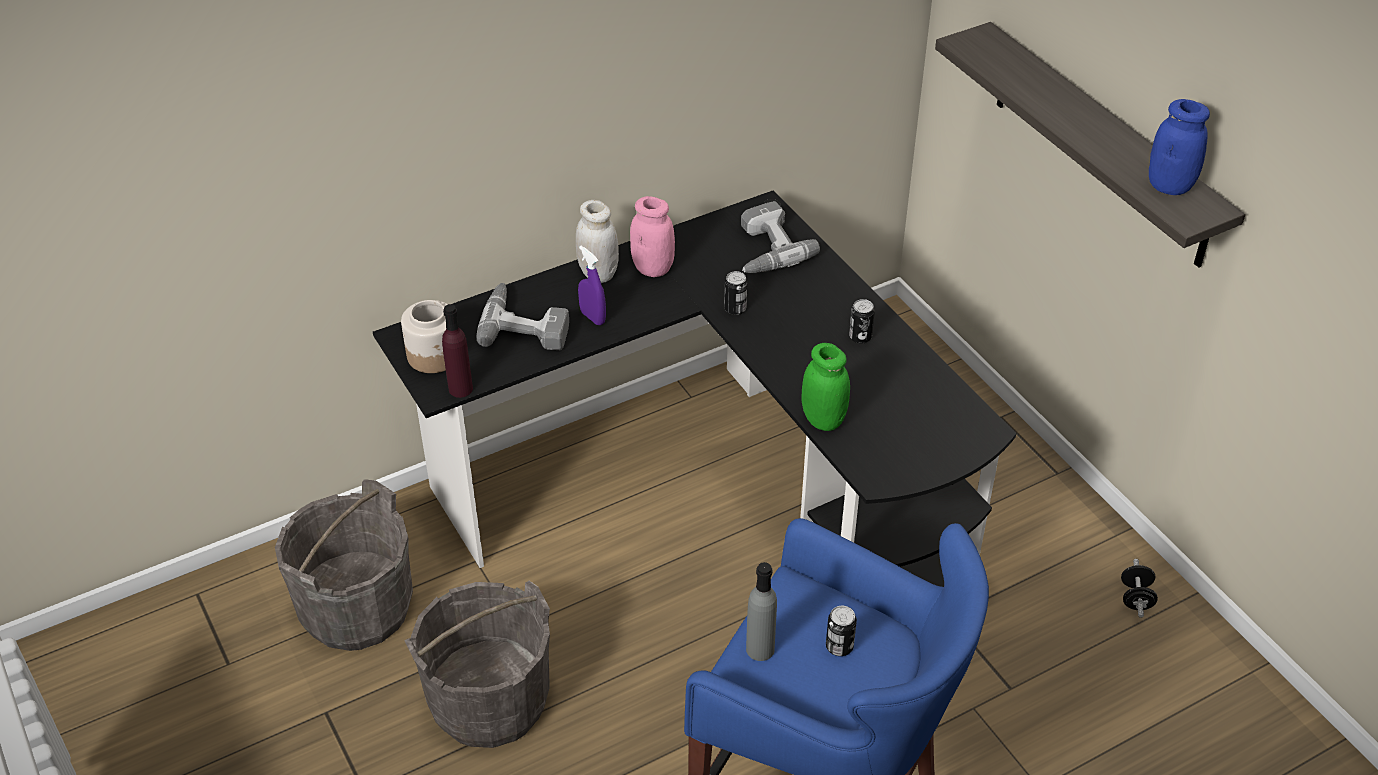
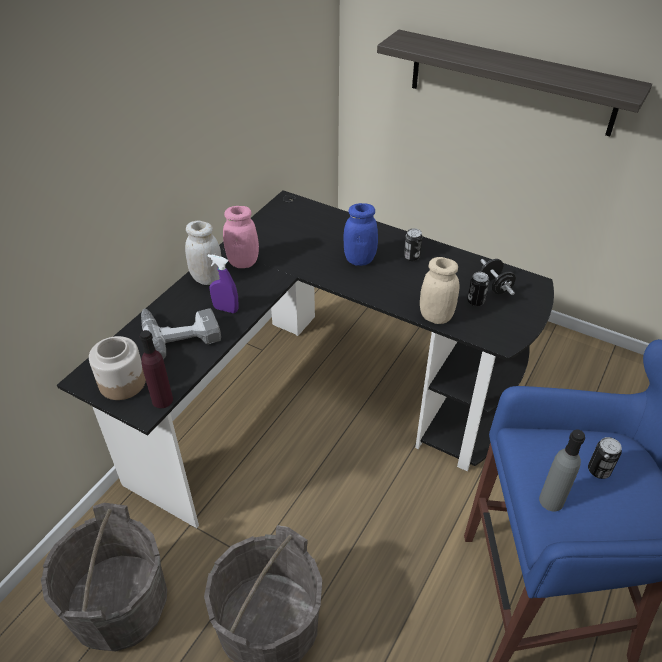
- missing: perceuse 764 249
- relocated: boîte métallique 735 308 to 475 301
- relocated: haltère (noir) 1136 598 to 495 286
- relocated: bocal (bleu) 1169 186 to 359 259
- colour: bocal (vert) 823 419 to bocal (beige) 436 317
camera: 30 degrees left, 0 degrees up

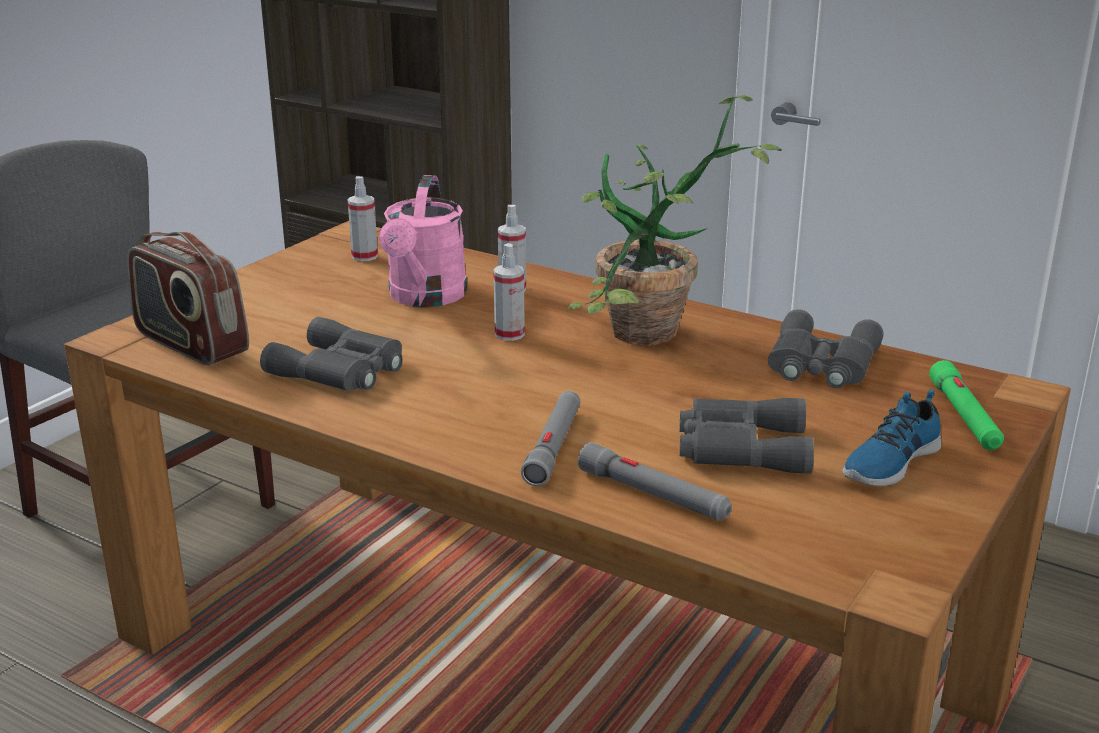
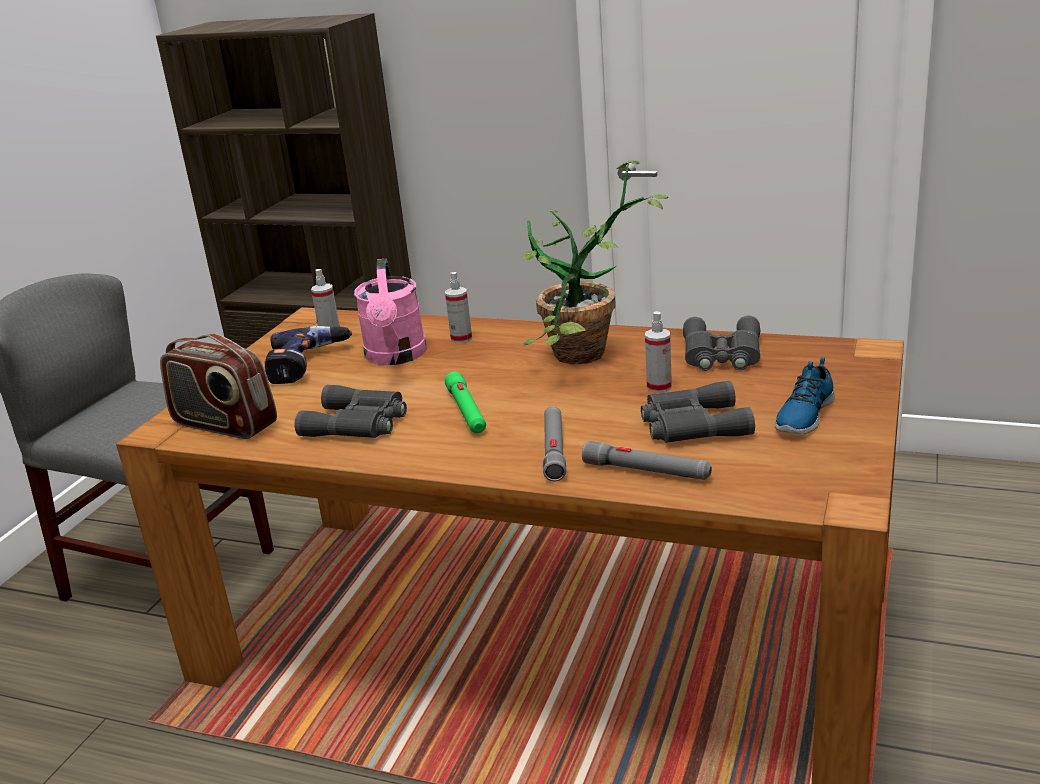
- appeared: perceuse 308 365
- relocated: vaporisateur 509 334 to 659 387
- relocated: lampe de poche (vert) 964 417 to 466 411
camera: 10 degrees left, 0 degrees up

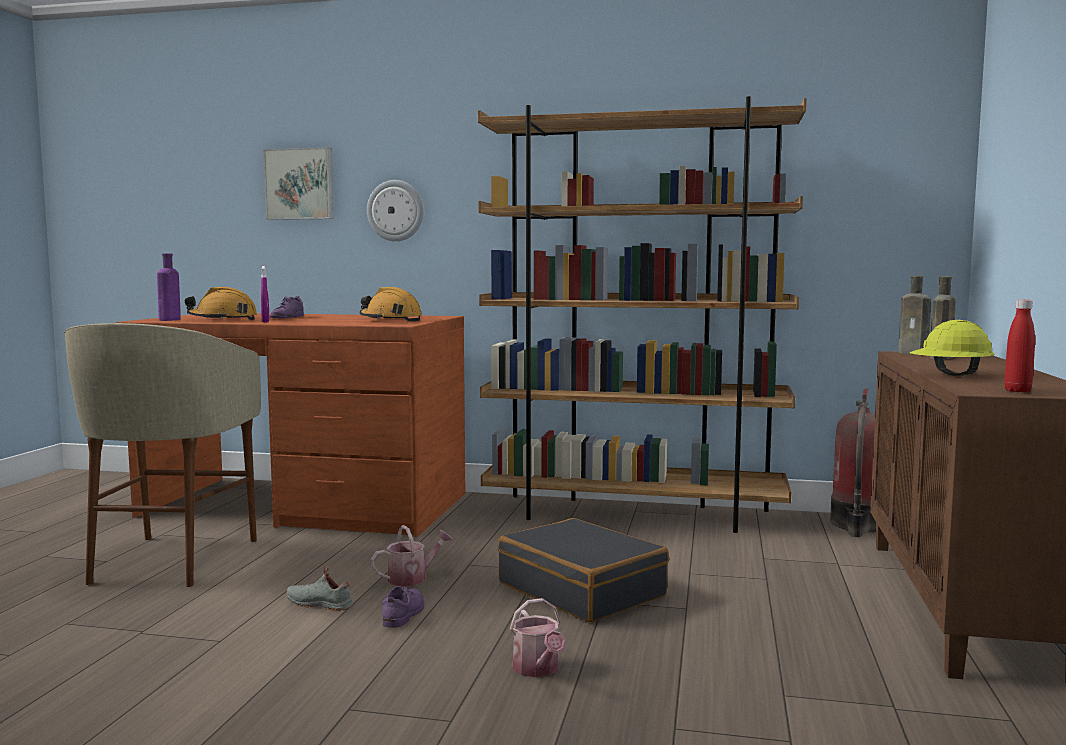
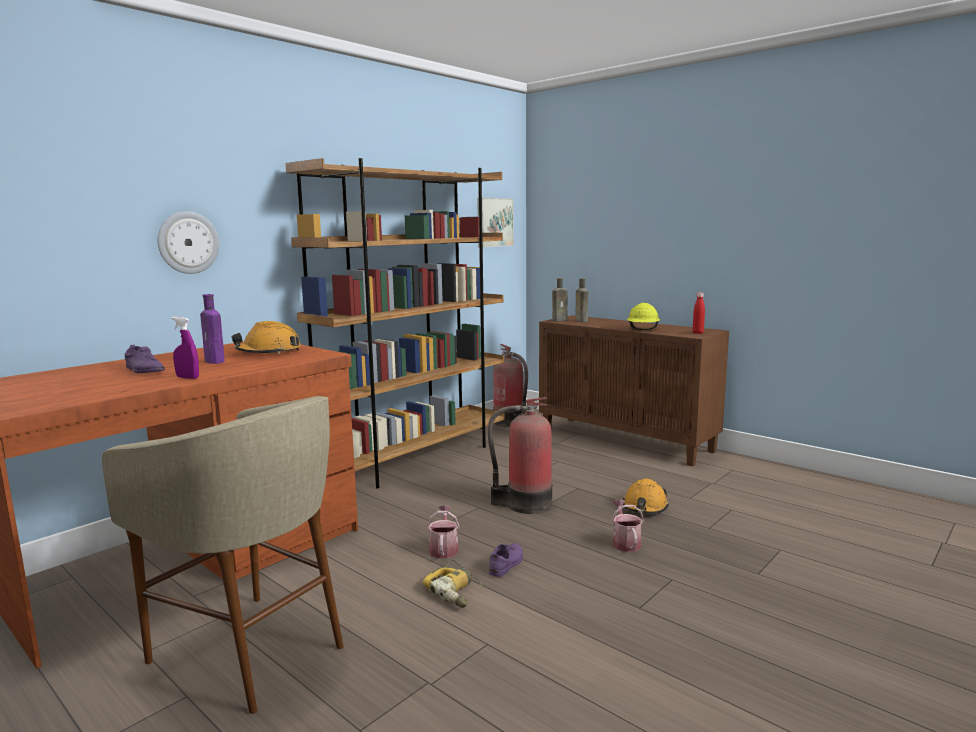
- relocated: bouteille (violet) 168 320 to 215 361
- relocated: casque de chantier (orange) 223 320 to 645 507
- relocated: tableau 300 184 to 493 222
- exchanged: chaussure (gris) 320 604 to perceuse 455 591
- exchanged: valise (noir) 582 590 to extincteur 525 504
- spun: chaussure (violet) 404 613 = 506 563 75 degrees clockwise
- spun: arrosoir 538 669 = 625 542 105 degrees counterclockwise
camera: 60 degrees left, 5 degrees up

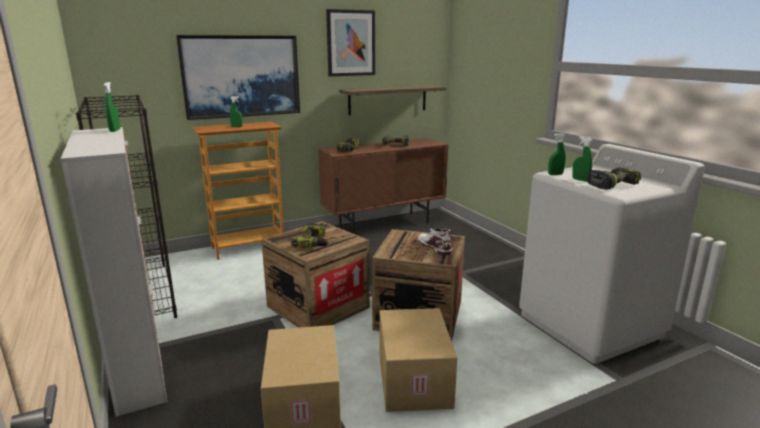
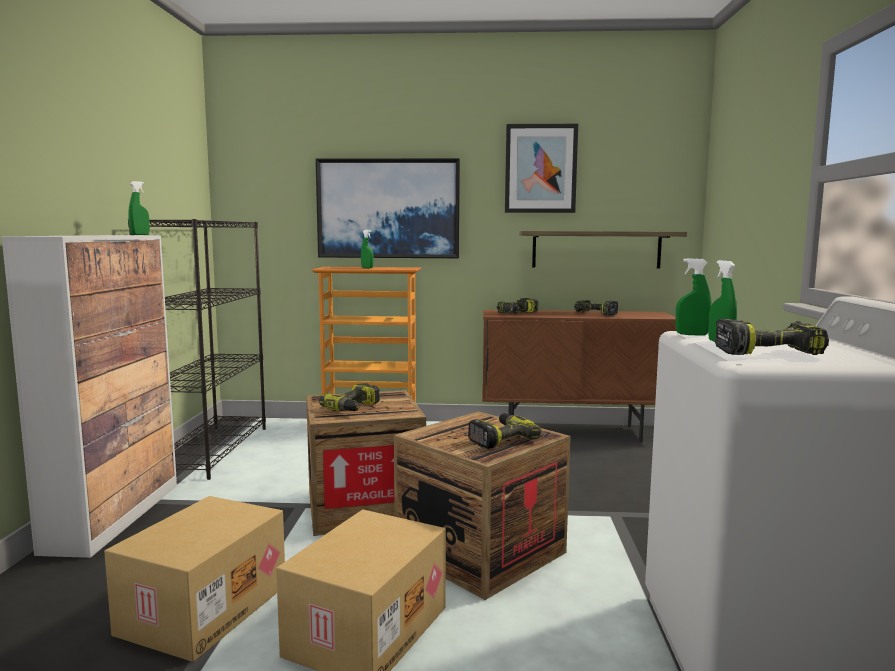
- exchanged: botte (blanc) 434 246 to perceuse 500 439
camera: 30 degrees right, 10 degrees down

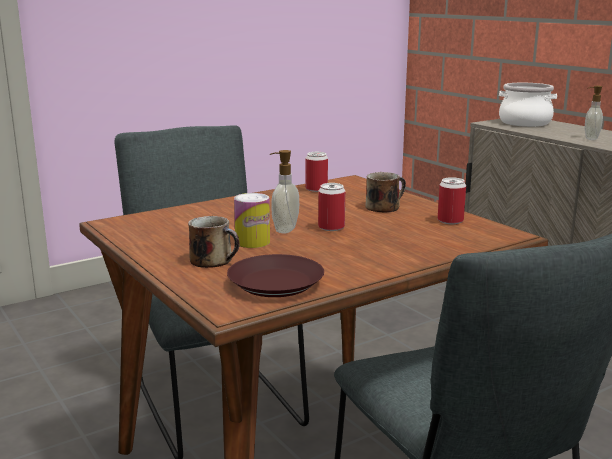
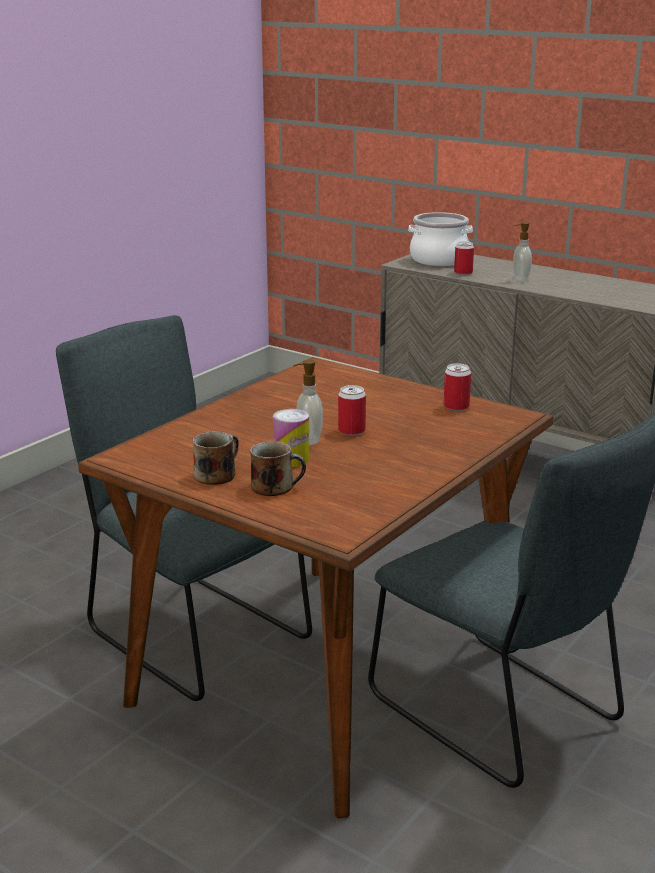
- missing: assiette (marron) 276 283
- relocated: boîte métallique 316 189 to 463 273
- relocated: mug 384 207 to 216 474
camera: 20 degrees left, 5 degrees up

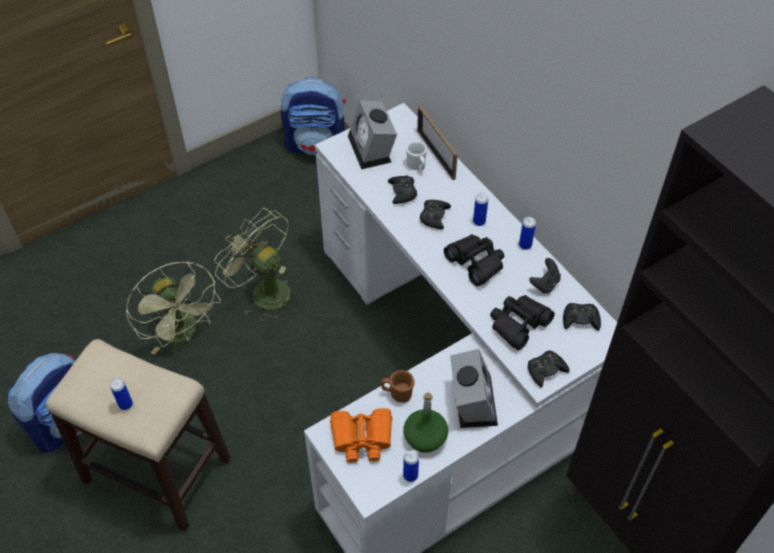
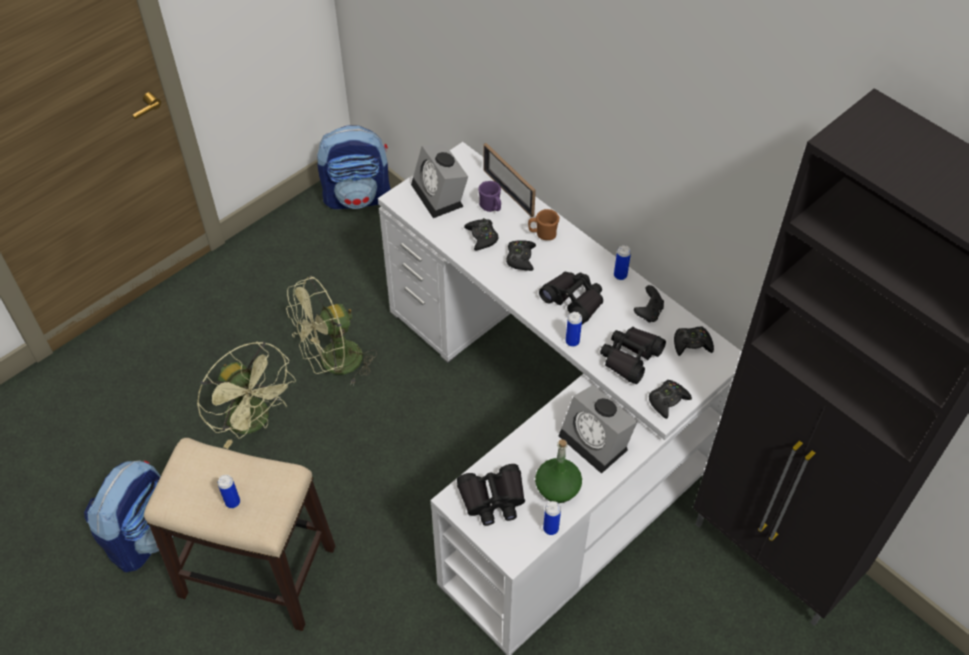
- relocated: mug (marron) 397 393 to 543 234
- relocated: boîte métallique 479 221 to 572 341
- colour: jumelles (orange) 362 438 to jumelles (noir) 492 499
- colour: mug (blanc) 417 166 to mug (violet) 491 207
- spun: ventilateur (vert) 263 291 = 333 363 60 degrees counterclockwise
- spun: réveil 471 399 = 597 442 150 degrees clockwise
camera: 10 degrees left, 0 degrees up

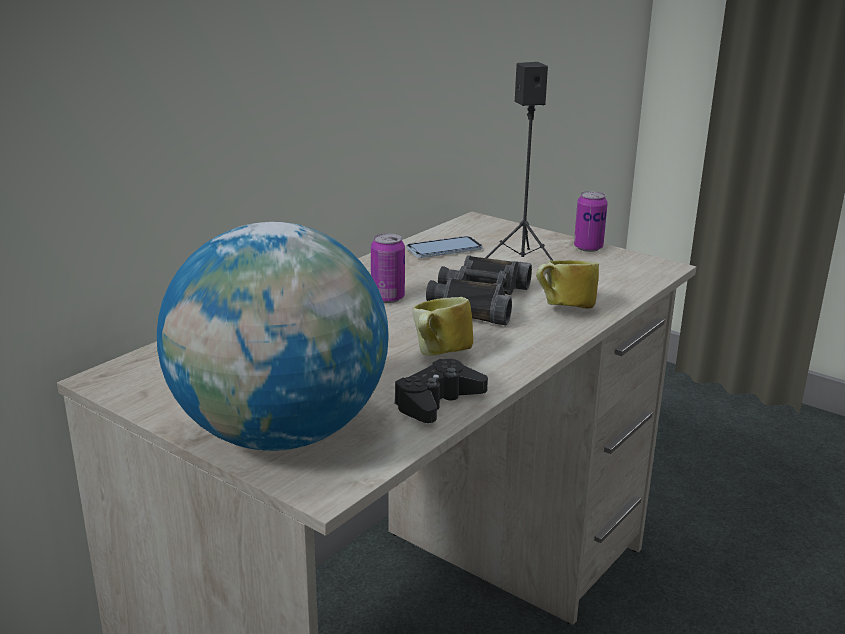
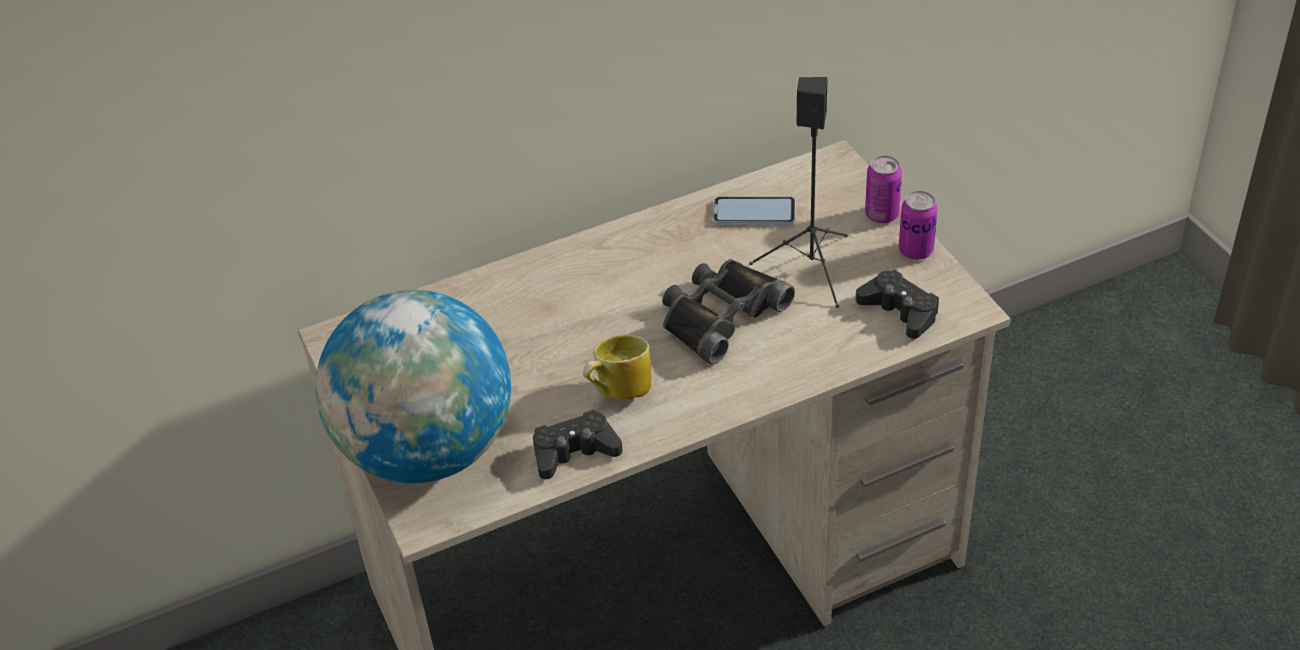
- missing: mug 563 310
- appeared: manette (noir) 900 311
- relocated: boîte métallique 388 298 to 881 214
camera: 30 degrees right, 20 degrees up

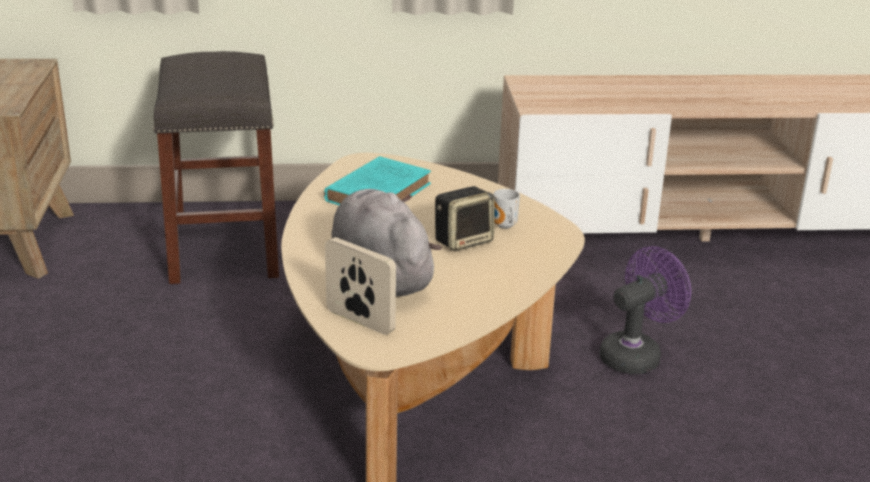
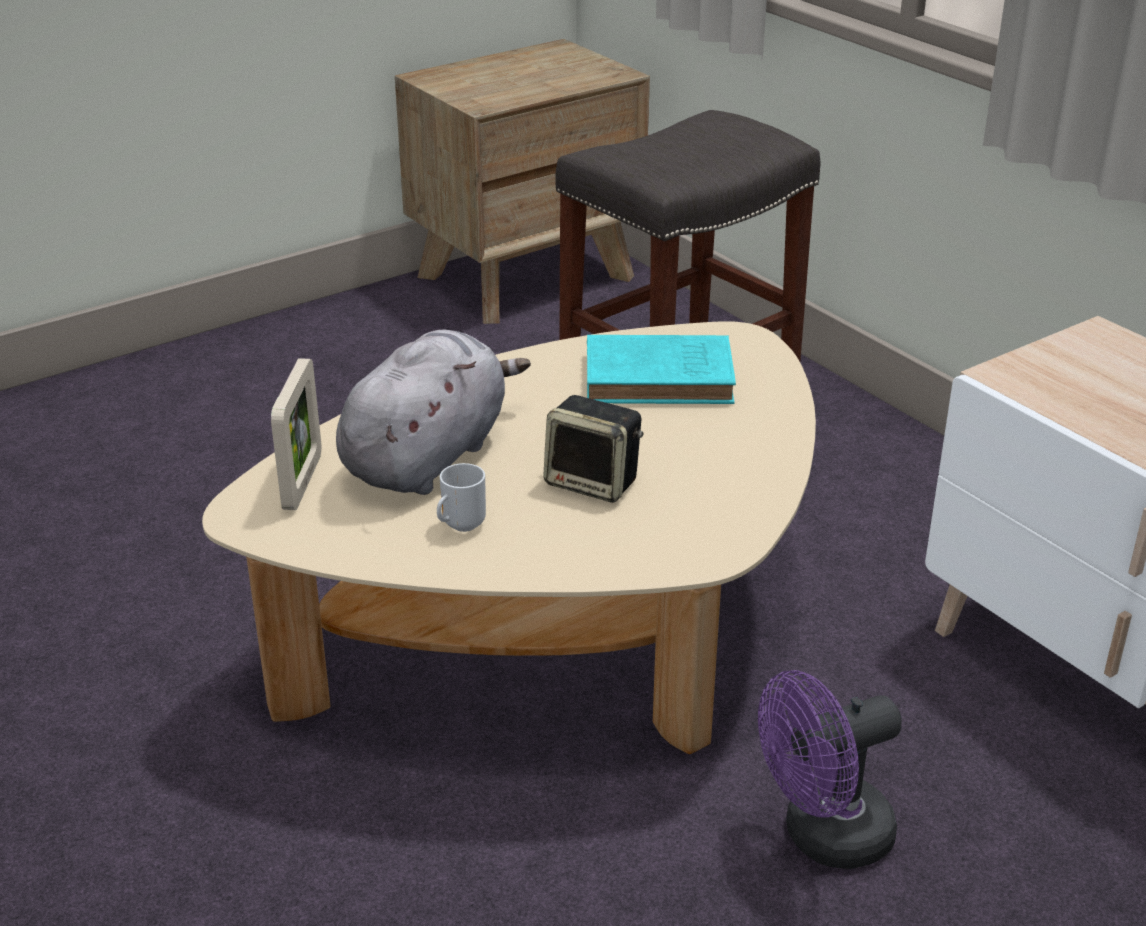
- relocated: mug 504 226 to 460 525
- spun: ventilateur (violet) 636 355 = 823 837 135 degrees clockwise
camera: 60 degrees right, 5 degrees up

